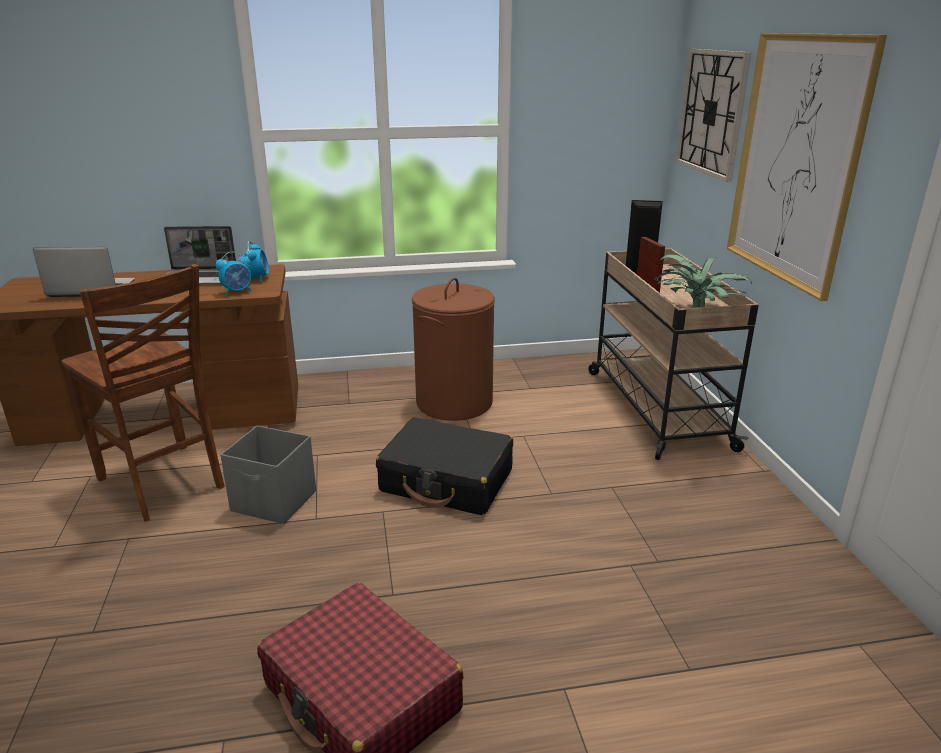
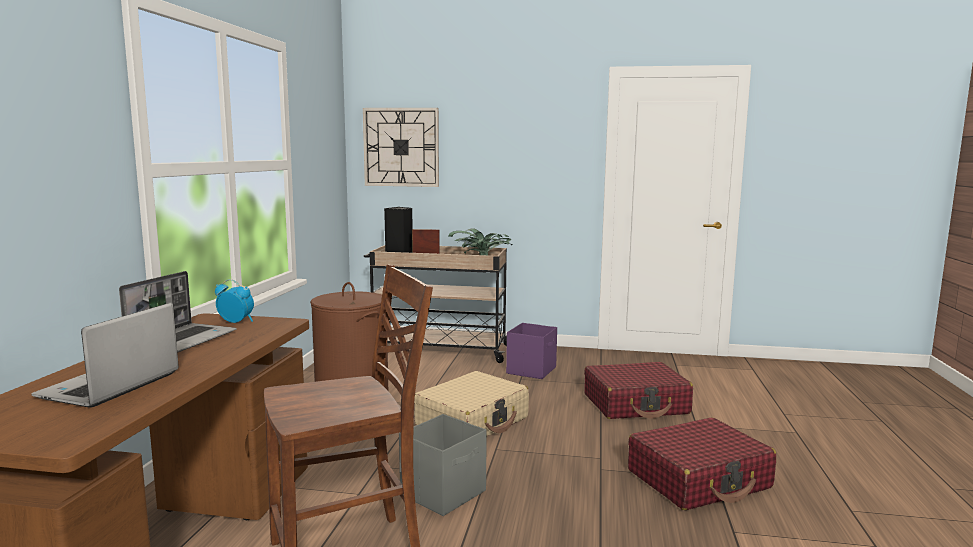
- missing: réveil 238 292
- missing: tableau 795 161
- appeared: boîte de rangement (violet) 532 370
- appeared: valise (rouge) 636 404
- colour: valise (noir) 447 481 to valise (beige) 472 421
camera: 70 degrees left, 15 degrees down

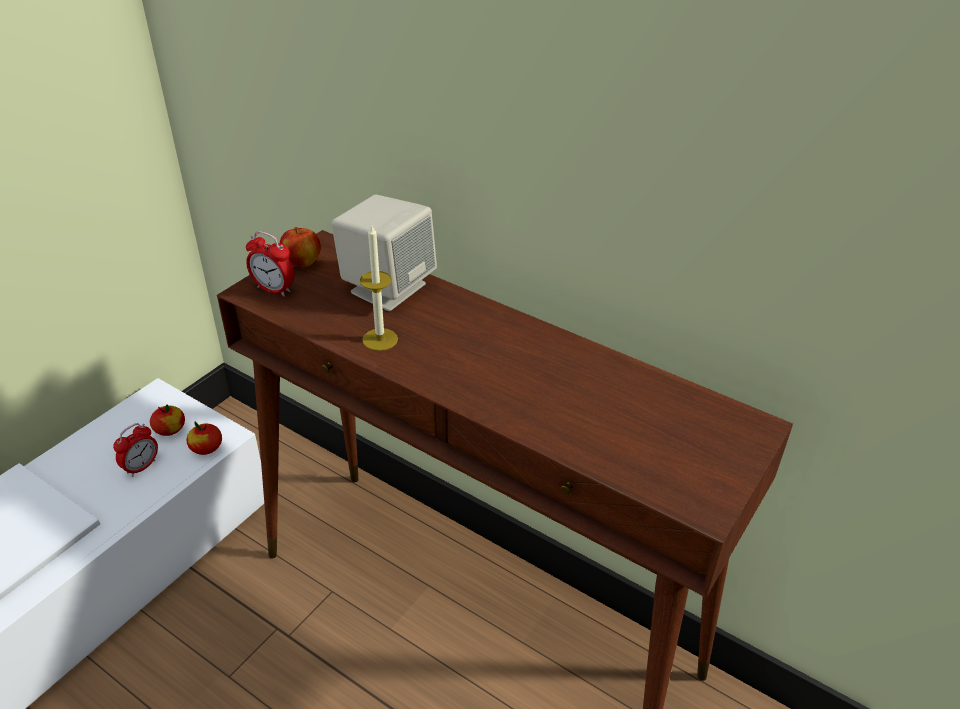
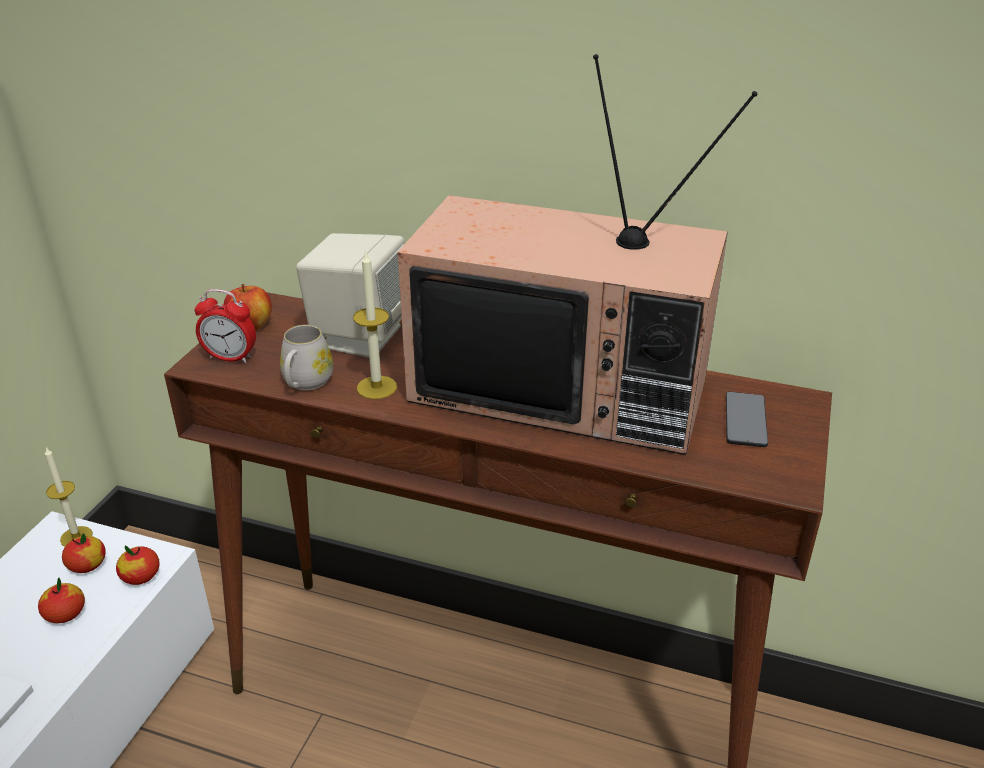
- appeared: bougie 76 537
- appeared: mug (blanc) 305 383
- appeared: téléviseur 564 387
- appeared: téléphone 745 420
- exchanged: réveil 141 467 to pomme 65 614
camera: 15 degrees left, 5 degrees down

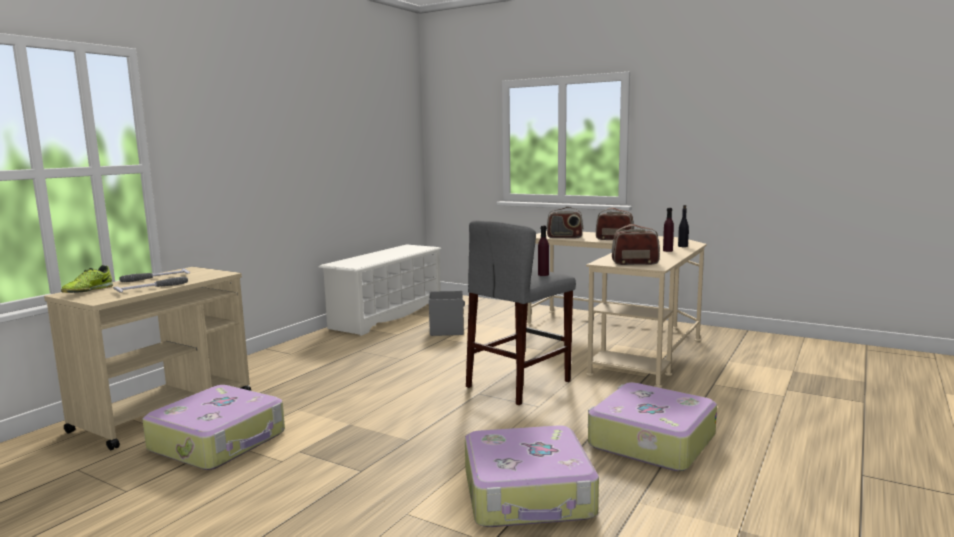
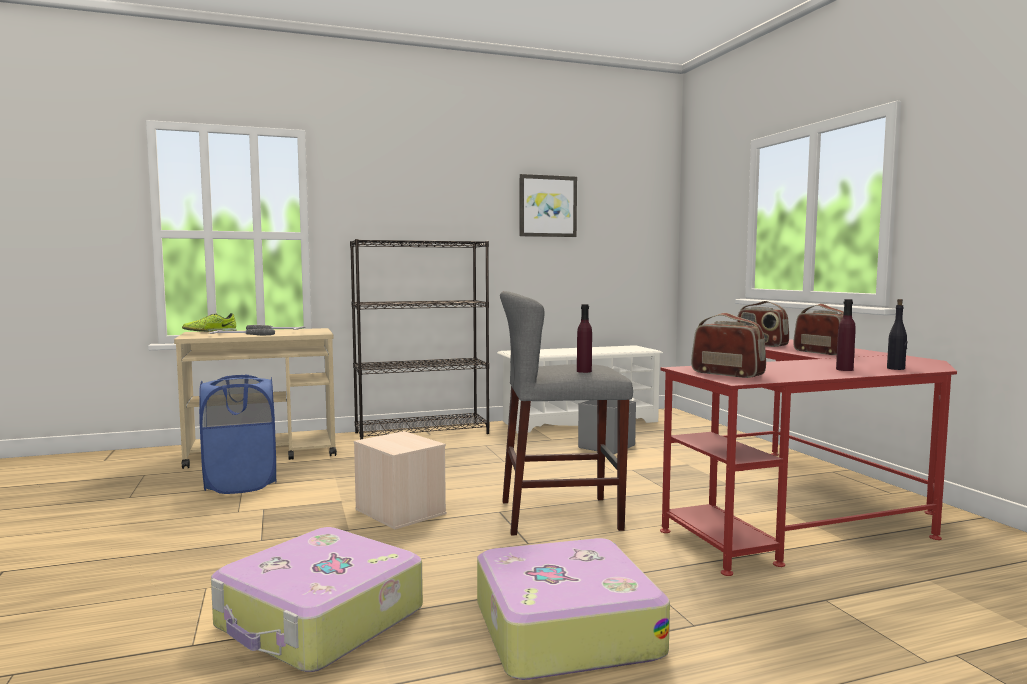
- appeared: bibliothèque (noir) 422 433
- appeared: boîte de rangement (beige) 399 511
- appeared: tableau 547 206
- exchanged: valise 219 441 to panier à linge (bleu) 241 483
- colour: bureau (beige) 621 340 to bureau (rouge) 803 506
camera: 40 degrees right, 5 degrees down

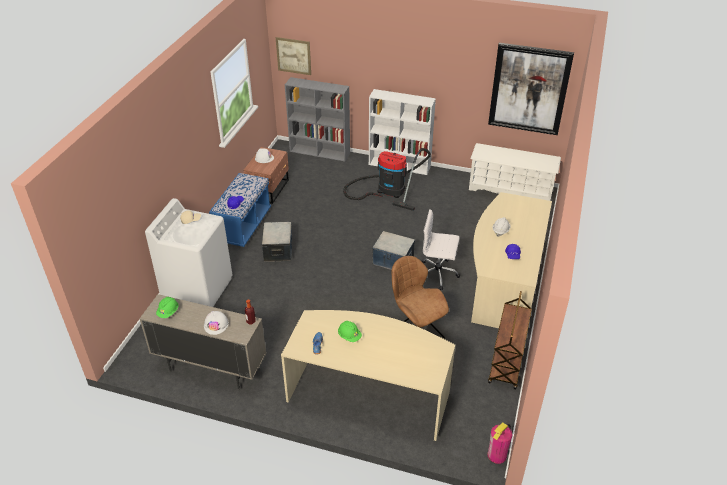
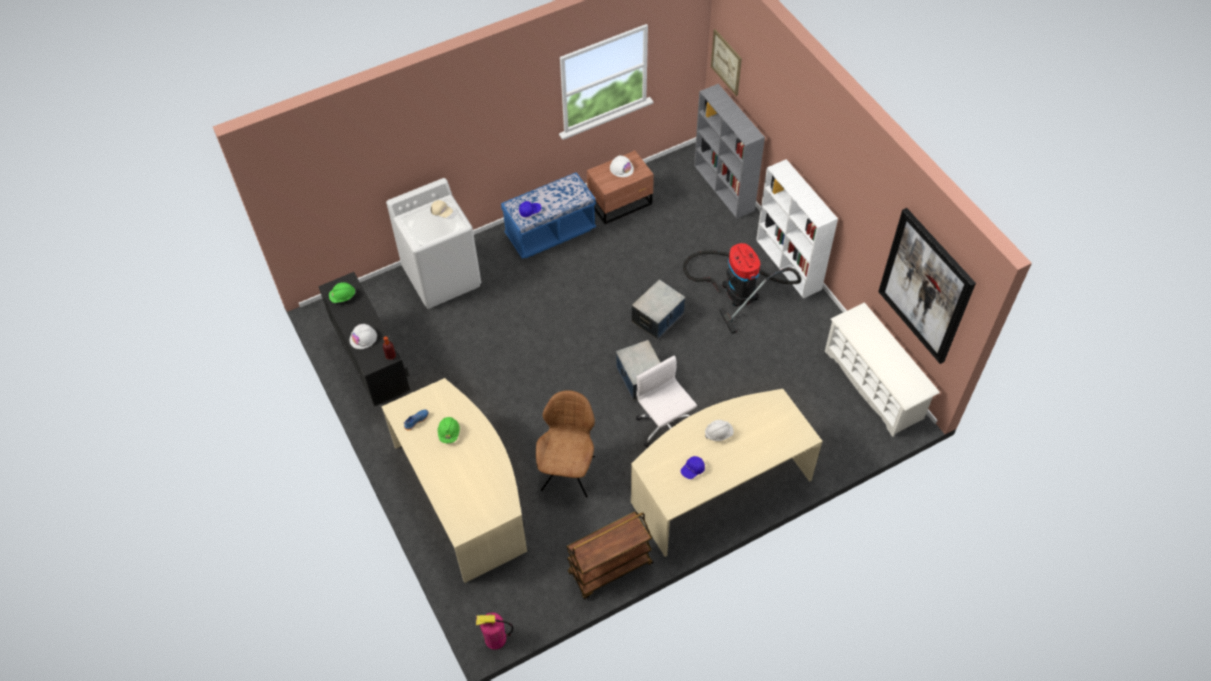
- relocated: boîte de rangement 278 250 to 658 318
- colour: meuble de rangement (beige) 210 368 to meuble de rangement (noir) 373 367
camera: 45 degrees right, 15 degrees up

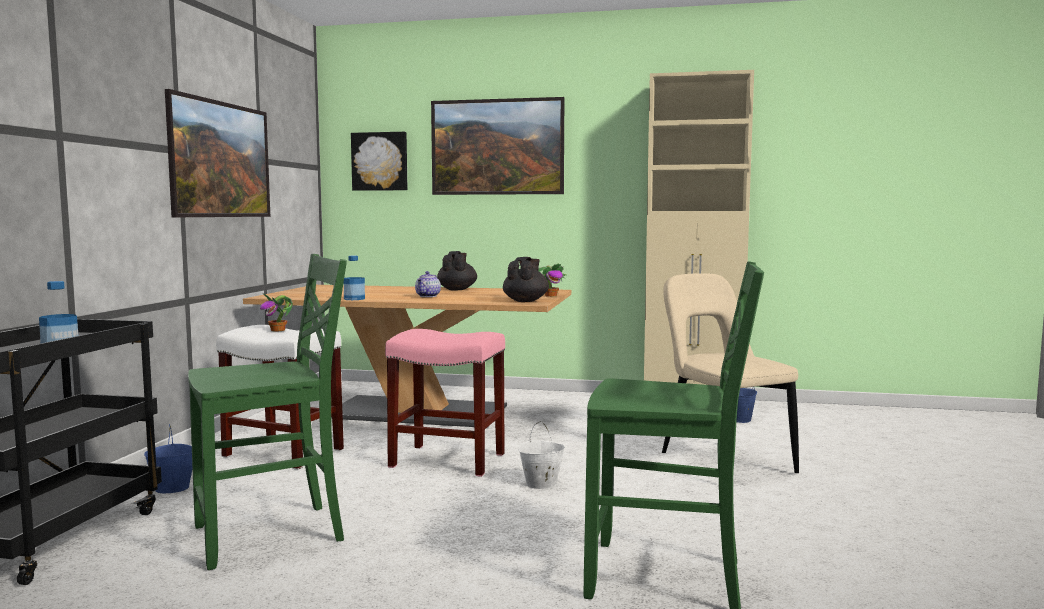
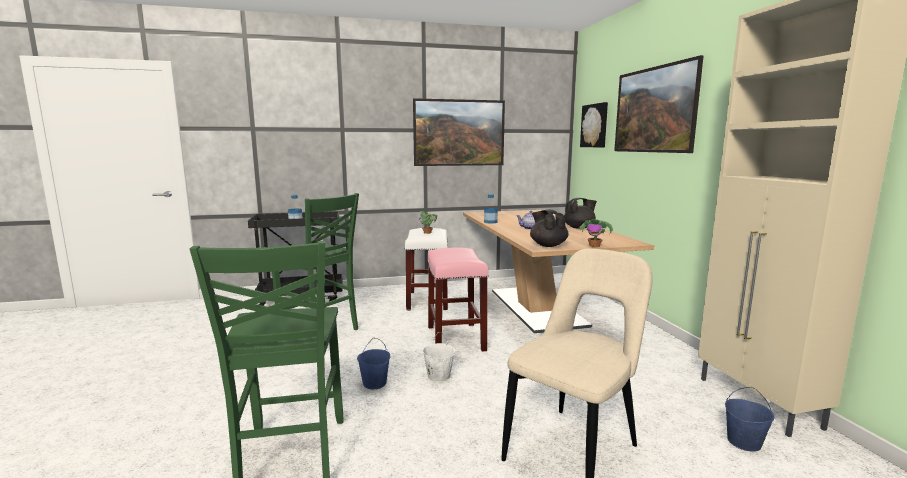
- relocated: seau (bleu) 173 488 to 375 383
- spun: théière (noir) 526 301 = 548 245 105 degrees counterclockwise
camera: 65 degrees right, 5 degrees up

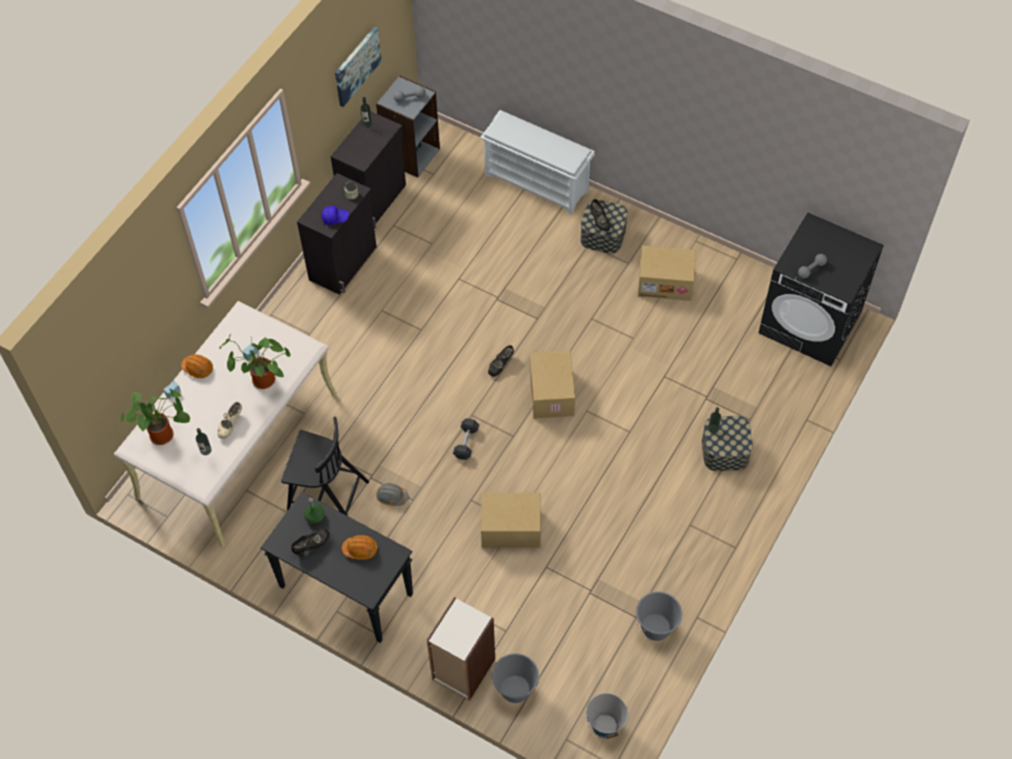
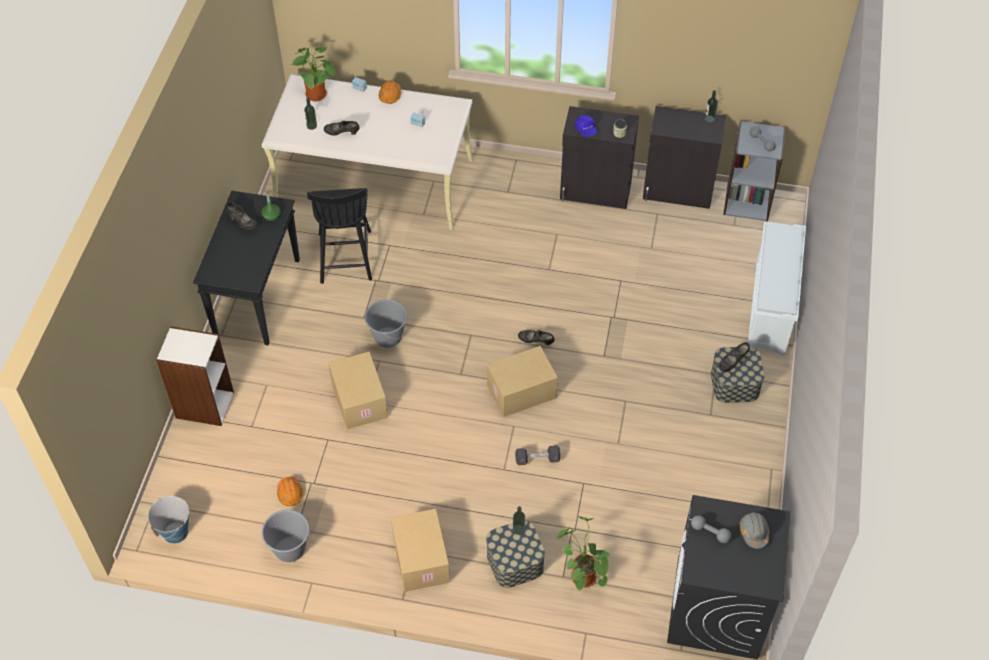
- missing: tableau 357 66
- relocated: plante en pot 261 381 to 581 575
- relocated: casque de chantier (orange) 360 549 to 290 493
- relocated: casque de chantier (gris) 392 496 to 754 532
- relocated: haltère (gris) 466 442 to 537 459
- relocated: seau (gris) 515 689 to 388 337
- relocated: carton 665 282 to 422 559
- colour: chaussure (beige) 231 425 to chaussure (noir) 342 133
camera: 70 degrees right, 5 degrees down

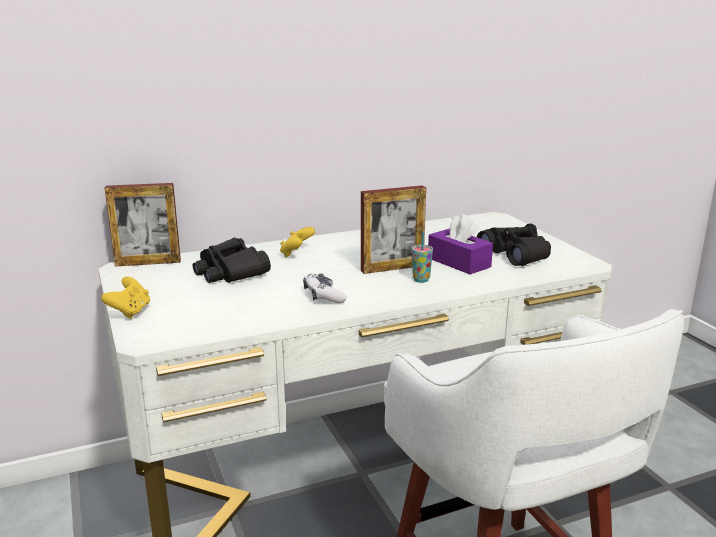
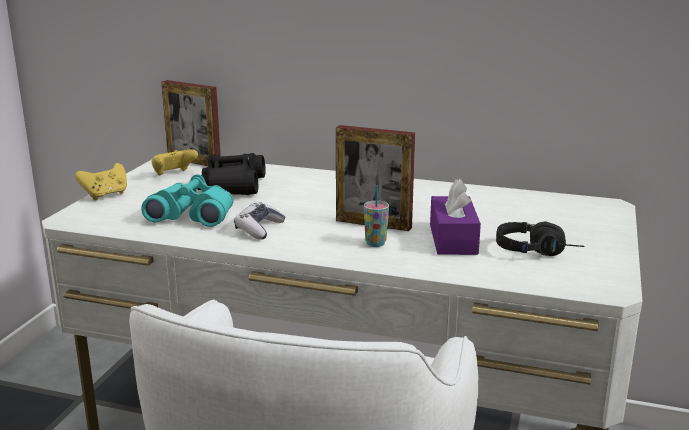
- appeared: jumelles (turquoise) 193 215
- relocated: manette (jaune) 296 254 to 174 175
- exchanged: jumelles (noir) 516 255 to casque audio (noir) 538 251
camera: 40 degrees right, 0 degrees up

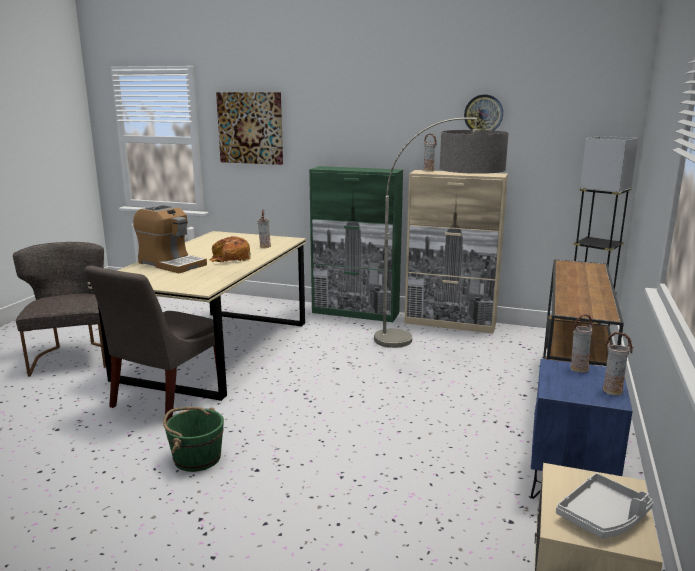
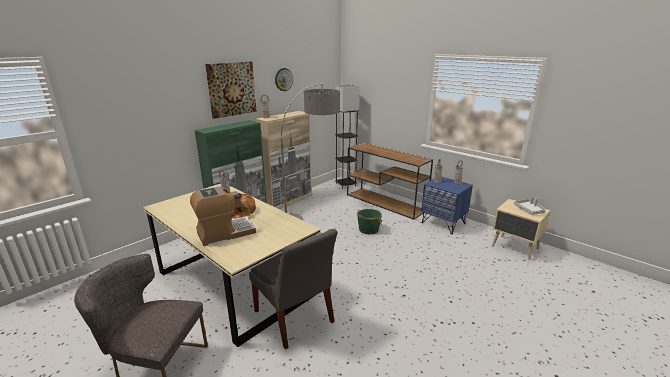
- relocated: seau (vert) 196 458 to 368 229
- relocated: tableau 250 128 to 231 89
camera: 65 degrees left, 5 degrees up

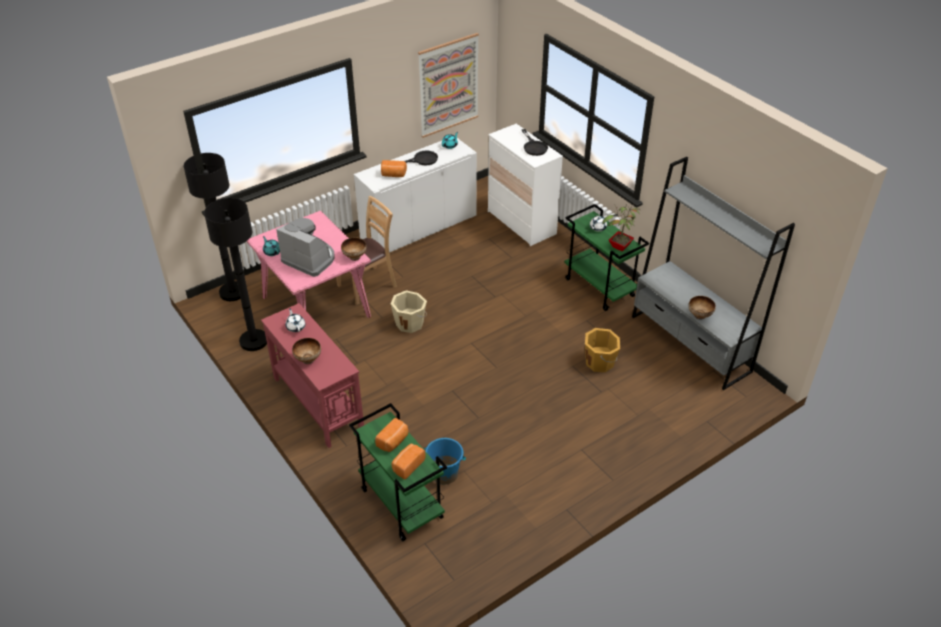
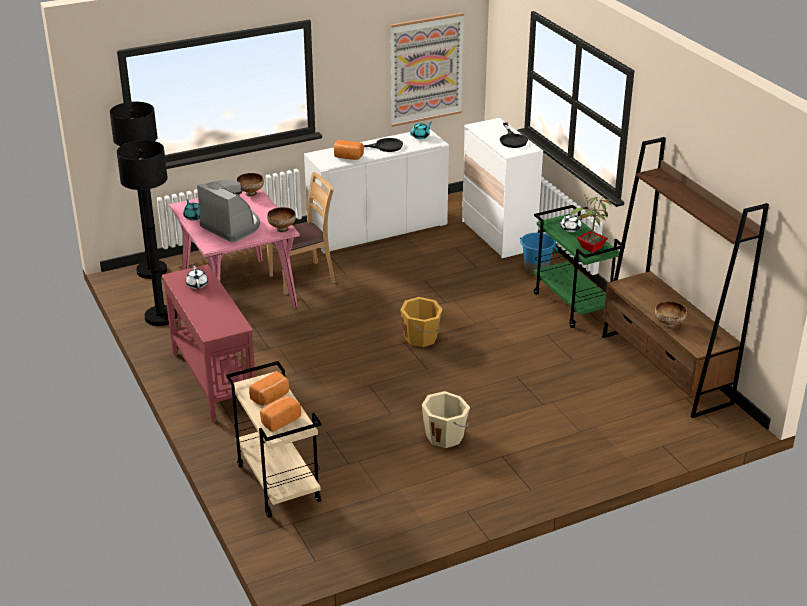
- relocated: bol 308 359 to 251 193
- relocated: seau (beige) 410 323 to 445 436
- relocated: seau (bleu) 445 474 to 536 269
- relocated: seau (orange) 600 362 to 421 338
- colour: chariot (vert) 400 503 to chariot (beige) 277 483
- colour: bibliothèque (gris) 690 344 to bibliothèque (marron) 665 369
camera: 10 degrees right, 10 degrees down

